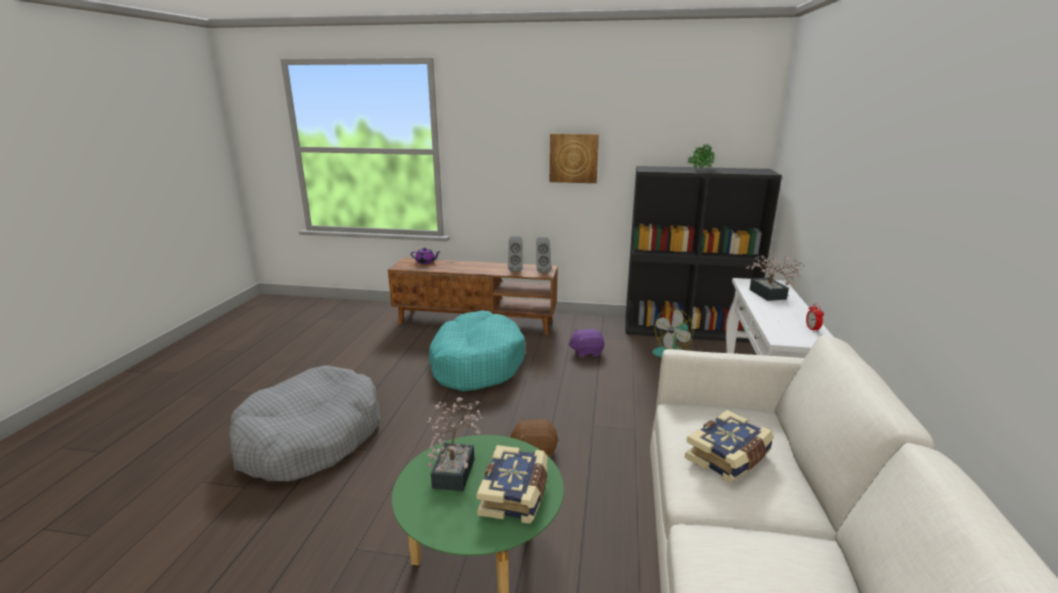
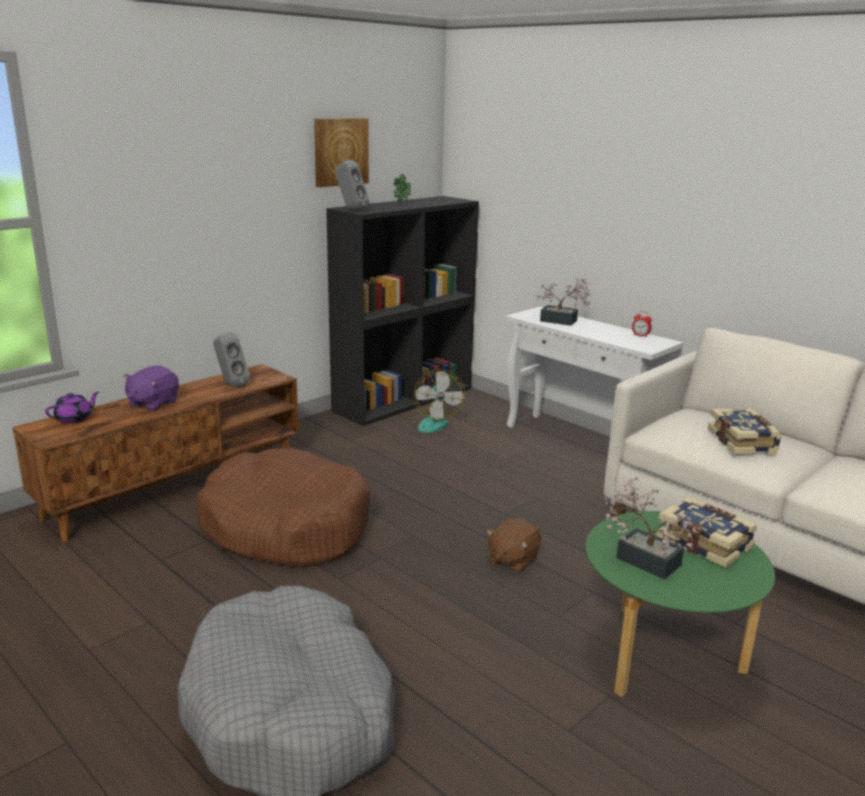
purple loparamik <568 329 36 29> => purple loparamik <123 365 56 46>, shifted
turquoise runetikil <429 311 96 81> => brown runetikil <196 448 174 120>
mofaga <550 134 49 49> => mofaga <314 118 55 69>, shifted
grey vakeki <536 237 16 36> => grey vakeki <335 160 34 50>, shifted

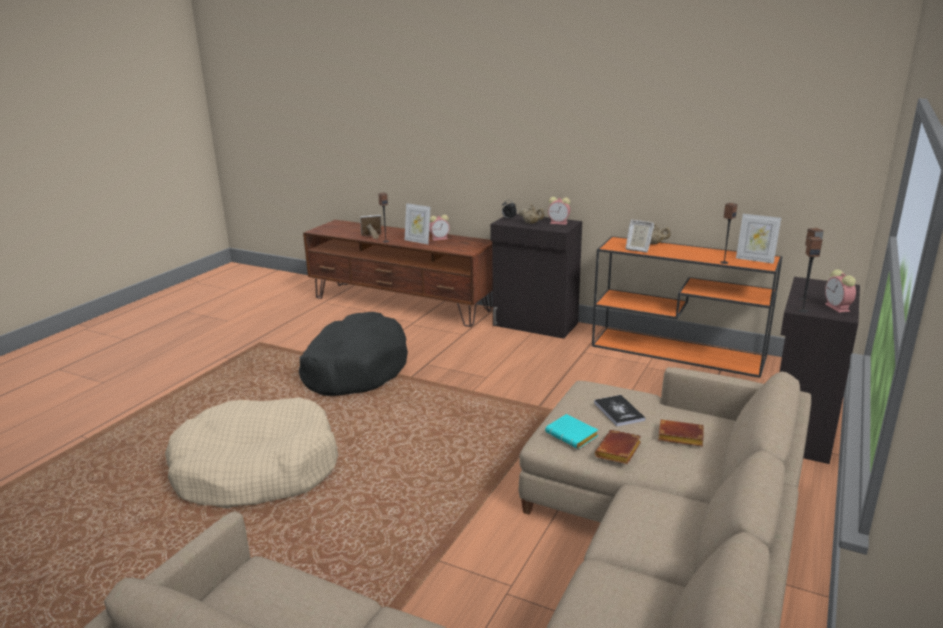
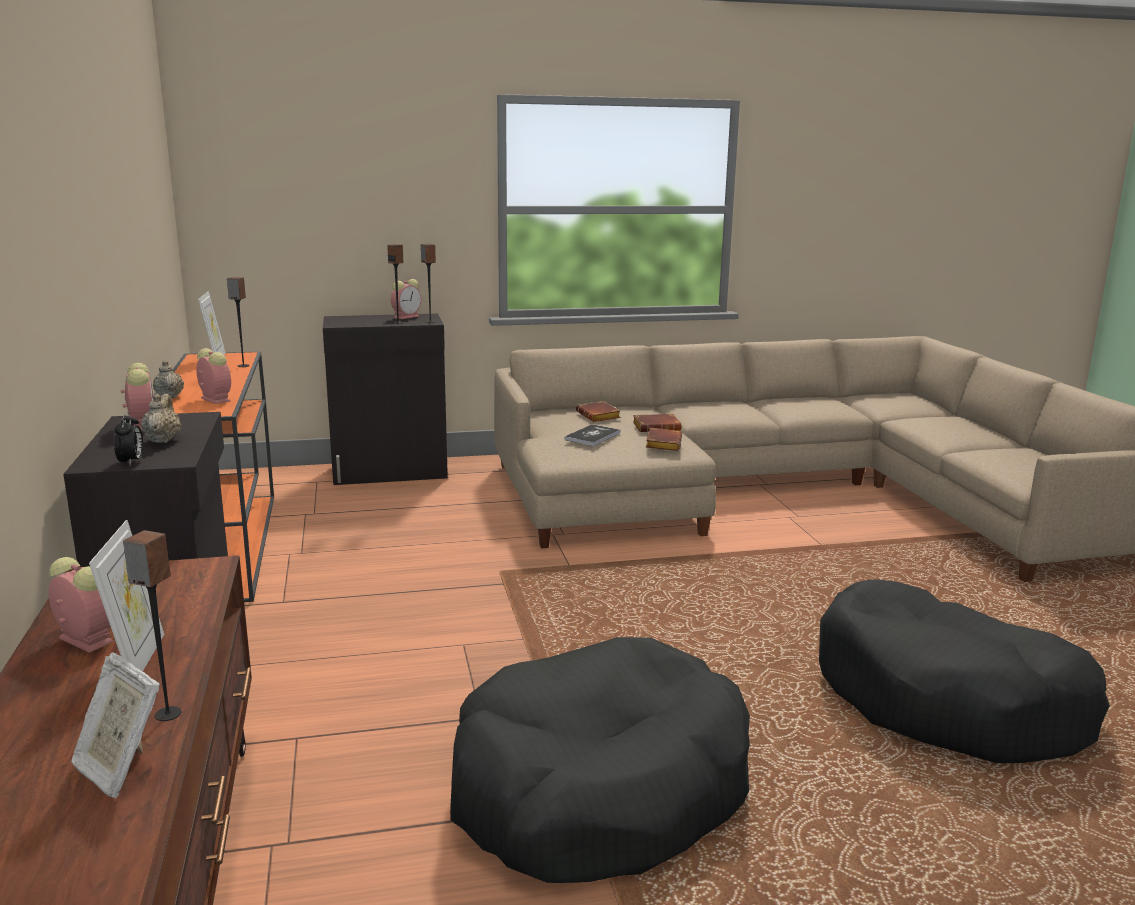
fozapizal <626 220 28 33> => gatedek <196 348 35 56>
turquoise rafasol <545 414 53 35> => brown rafasol <646 428 36 23>
beige runetikil <165 397 173 111> => black runetikil <819 579 291 184>

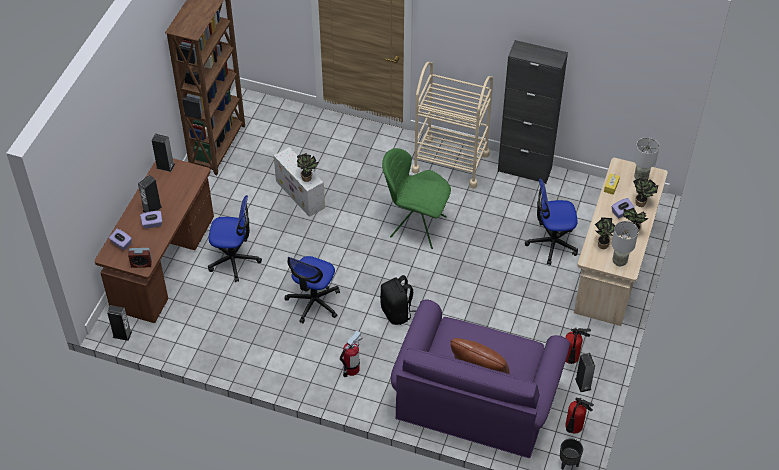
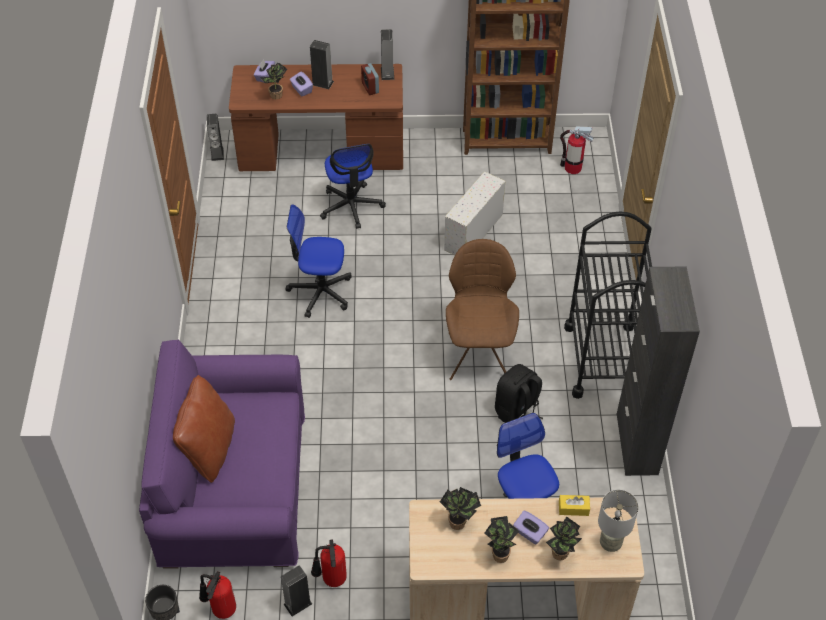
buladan <297 153 22 29> => buladan <260 63 27 36>, shifted
gatedek <128 248 24 20> => gatedek <361 63 18 32>, shifted
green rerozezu <382 148 69 101> => brown rerozezu <446 239 73 141>
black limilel <380 275 36 50> => black limilel <495 364 48 59>, shifted
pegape <340 330 22 47> => pegape <560 126 33 48>, shifted
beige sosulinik <412 62 81 126> => black sosulinik <564 212 88 187>
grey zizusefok <612 221 26 45> => nothing

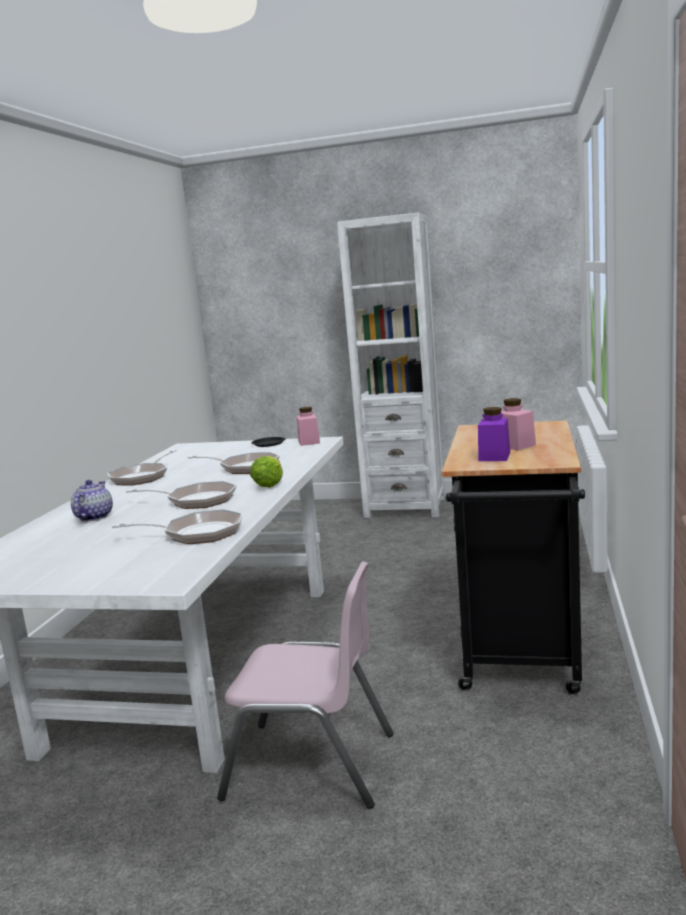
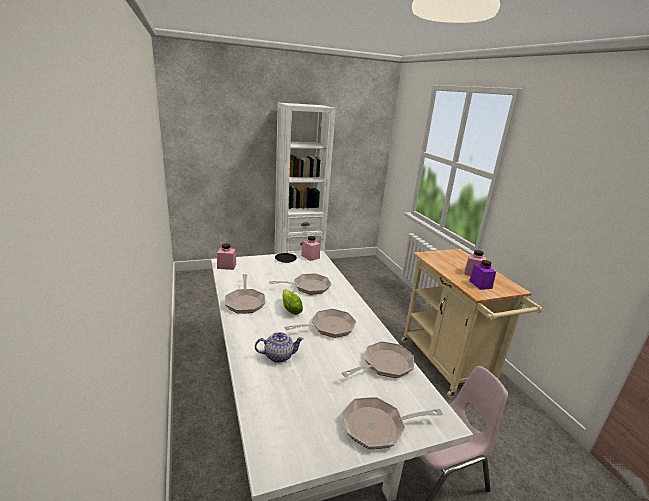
nothing => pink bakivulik <217 243 19 27>
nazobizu <71 480 42 42> => nazobizu <255 332 49 31>, 105 degrees clockwise
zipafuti <250 456 33 32> => zipafuti <282 289 21 26>, shifted
nothing => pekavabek <342 397 101 52>
black sosulinik <442 420 143 274> => beige sosulinik <401 249 141 149>

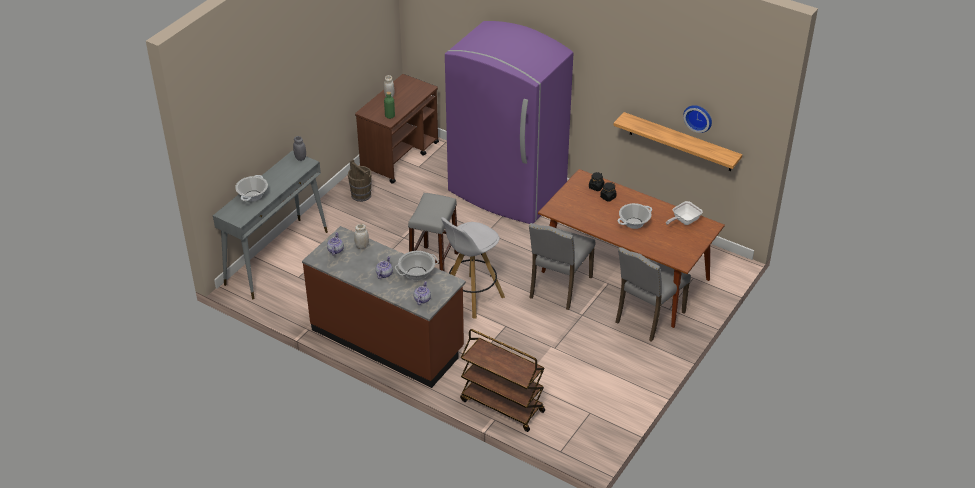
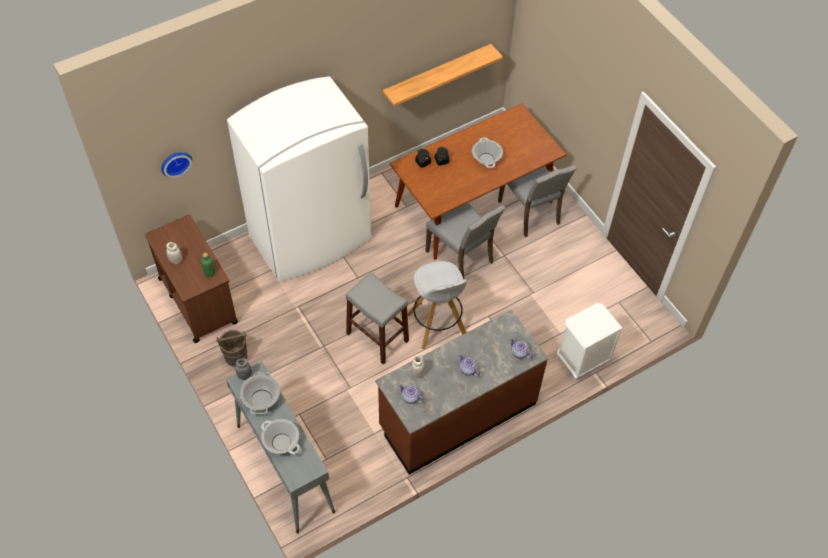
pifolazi <683 105 29 28> => pifolazi <161 152 31 26>, shifted
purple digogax <445 21 129 203> => white digogax <227 76 144 206>
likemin <395 251 44 29> => likemin <240 372 40 42>, shifted
brown sosulinik <460 329 85 103> => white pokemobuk <557 303 66 77>
pekavabek <666 201 37 24> => nothing

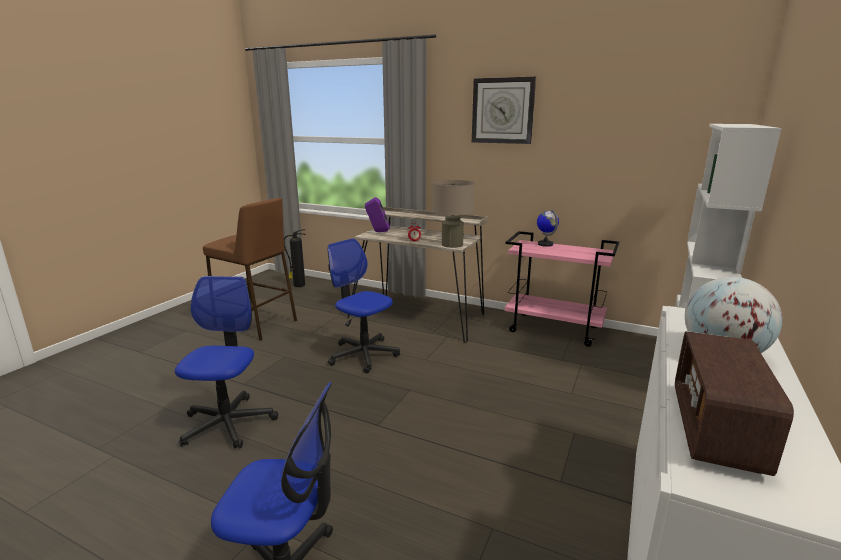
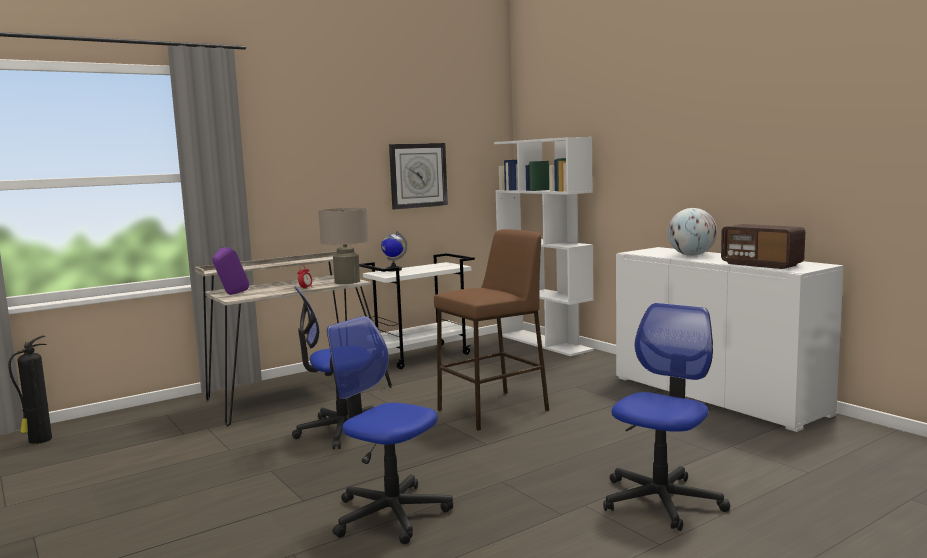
pink sosulinik <505 231 114 116> => white sosulinik <359 253 116 116>
pifolazi <472 77 64 67> => pifolazi <389 143 59 66>, shifted
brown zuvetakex <203 198 94 143> => brown zuvetakex <434 229 115 201>, shifted

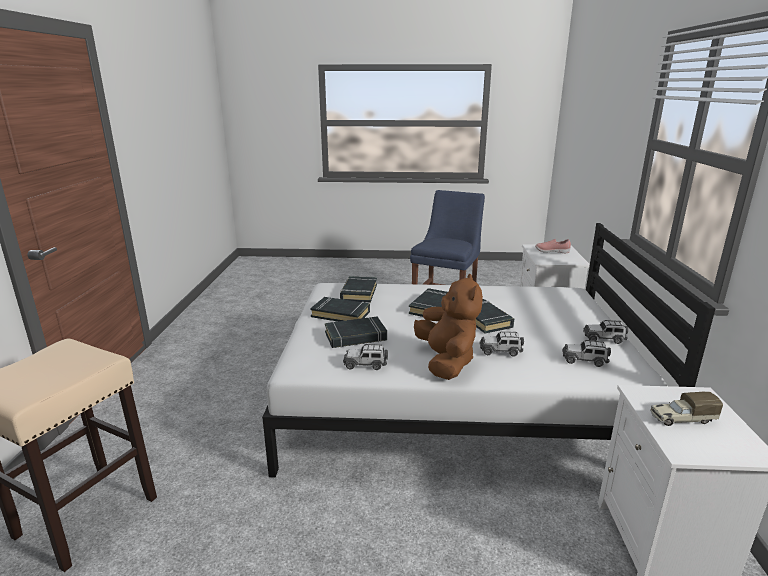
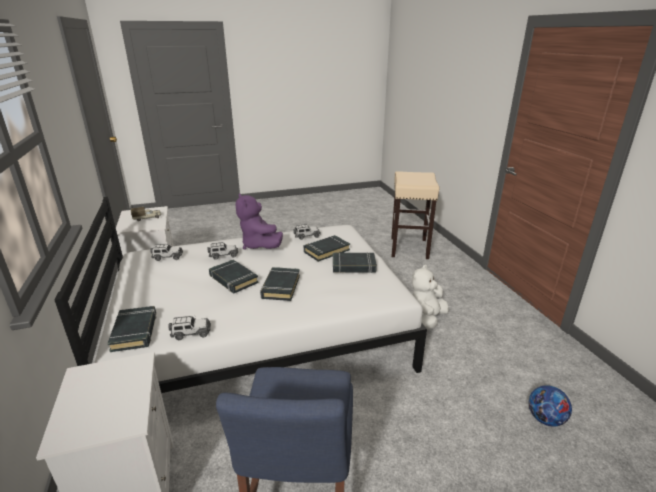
black rafasol <340 276 37 27> => black rafasol <107 306 49 46>, shifted
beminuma <583 320 45 24> => beminuma <168 316 43 24>, shifted
brown loparamik <414 274 69 106> => purple loparamik <235 193 48 57>
nothing => white loparamik <412 265 37 65>
nothing => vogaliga <529 385 43 42>
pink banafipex <535 239 36 14> => nothing

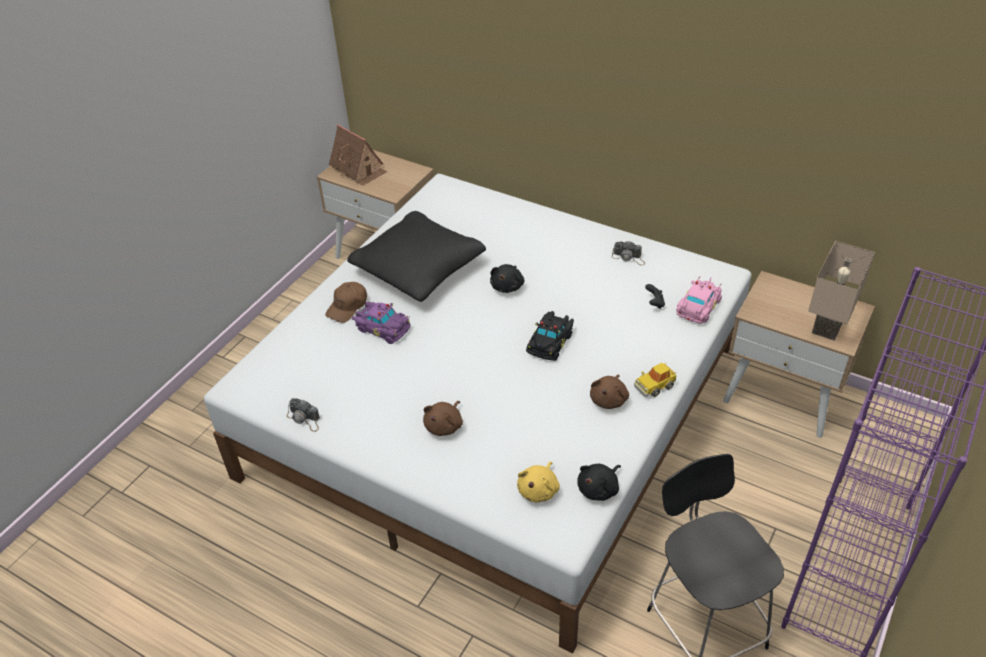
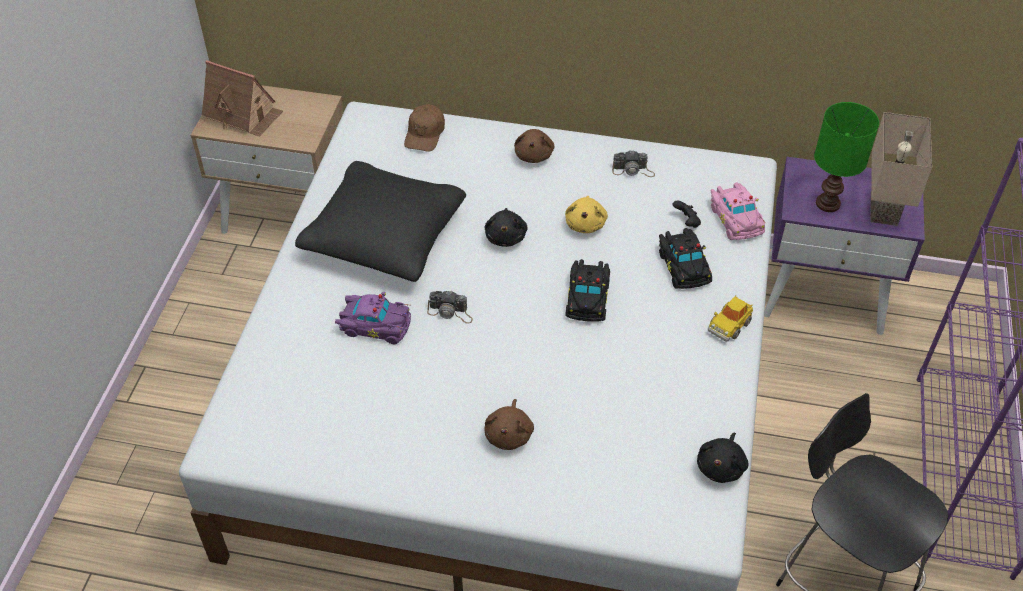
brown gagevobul <325 282 42 41> => brown gagevobul <404 104 41 48>, shifted
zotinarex <287 398 33 34> => zotinarex <427 290 46 34>, shifted
brown loparamik <590 375 39 34> => brown loparamik <514 129 40 34>, shifted
yellow loparamik <517 462 43 40> => yellow loparamik <565 196 43 37>, shifted
nothing => black beminuma <659 228 53 61>
pink beminuma <676 276 46 48> => pink beminuma <711 182 55 58>, 150 degrees clockwise
beige pokemobuk <723 271 152 167> => purple pokemobuk <764 157 161 178>
nothing => green zizusefok <814 102 65 110>

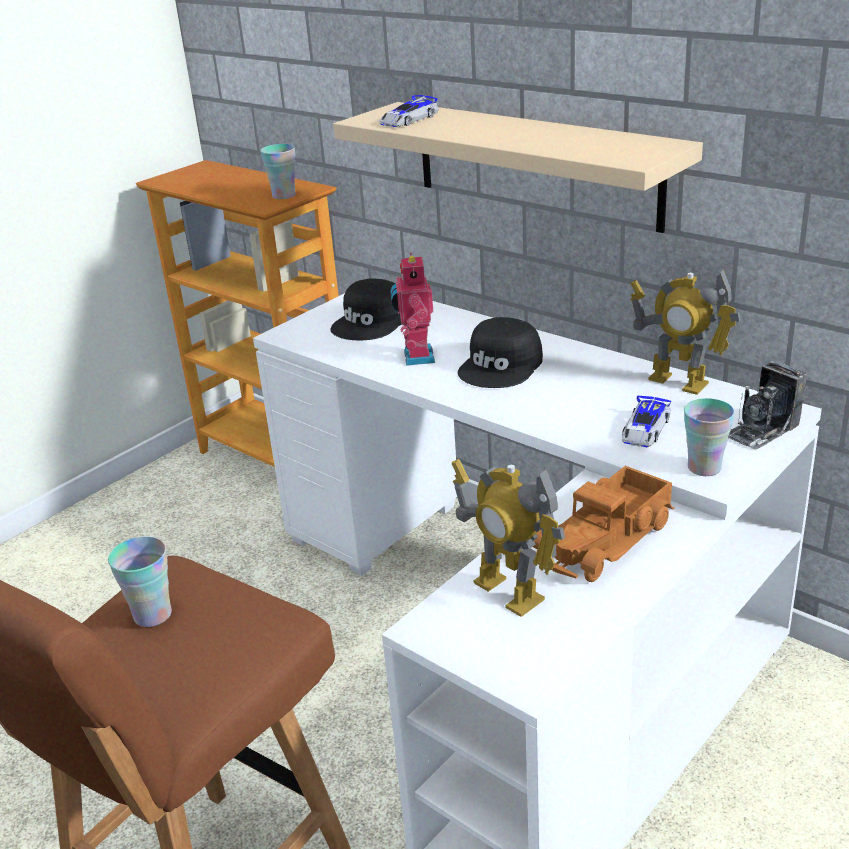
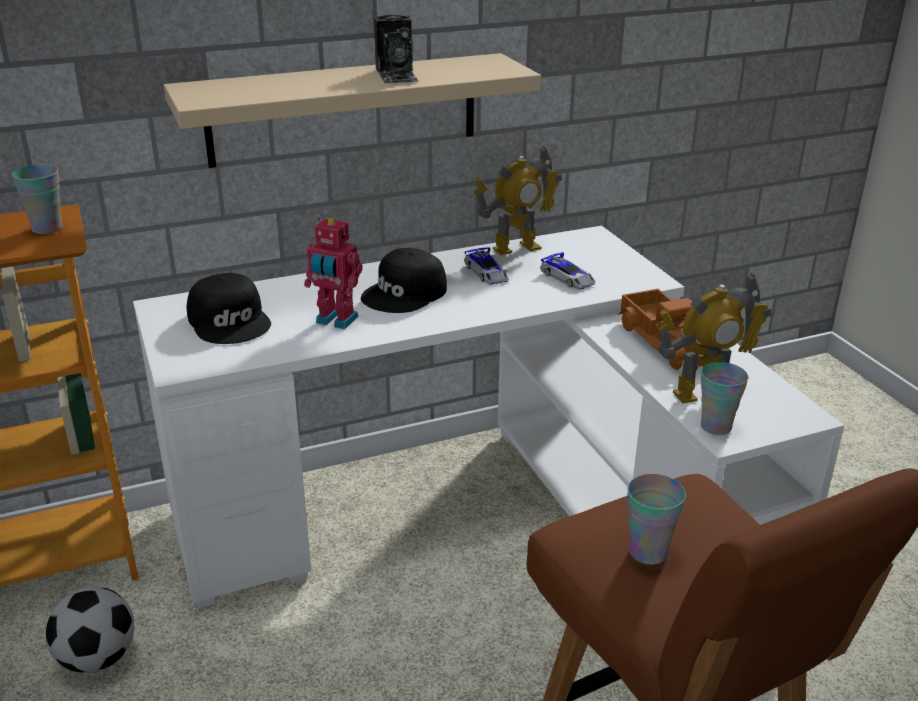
nothing => vogaliga <46 587 88 86>
black gagevobul <458 317 85 71> => black gagevobul <361 248 86 65>, 75 degrees clockwise
zotinarex <728 361 79 89> => zotinarex <374 14 45 69>, shifted
beminuma <380 95 59 32> => beminuma <464 247 45 38>, shifted
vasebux <684 398 51 78> => vasebux <701 362 48 73>, shifted

